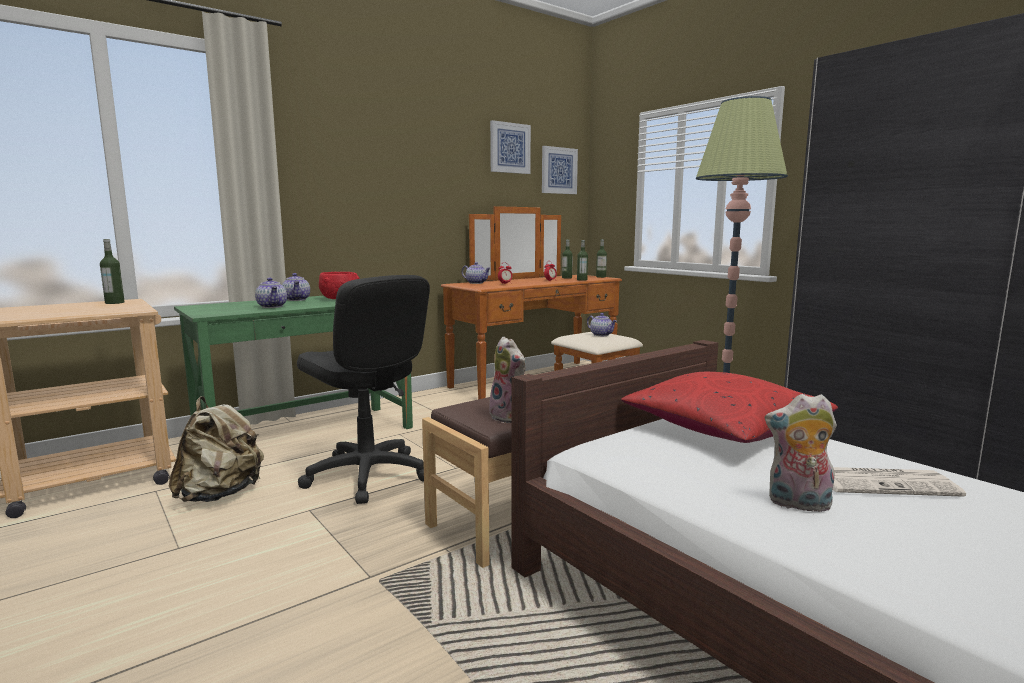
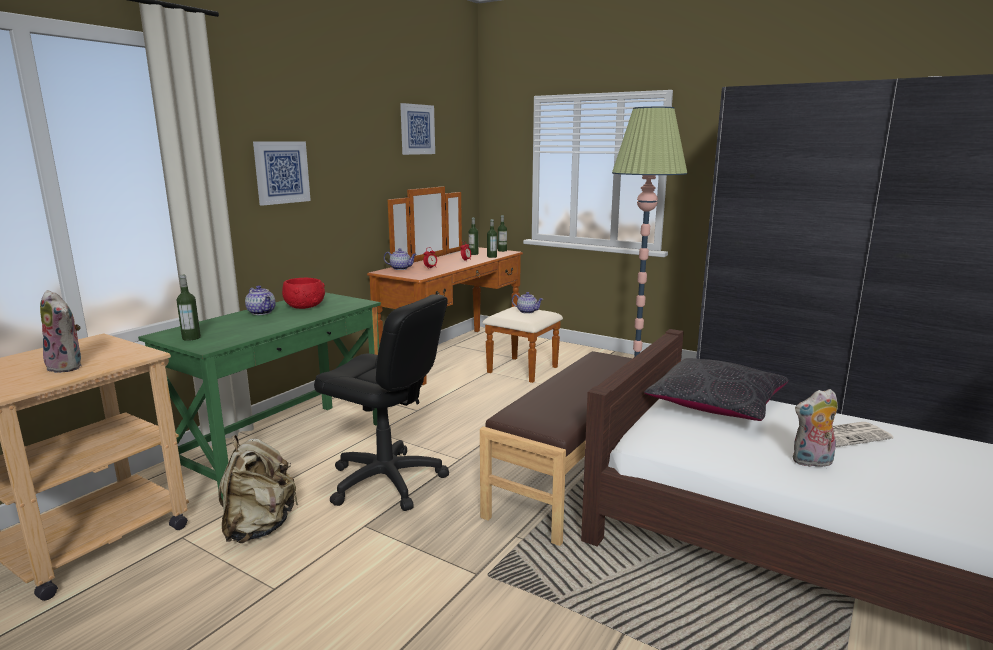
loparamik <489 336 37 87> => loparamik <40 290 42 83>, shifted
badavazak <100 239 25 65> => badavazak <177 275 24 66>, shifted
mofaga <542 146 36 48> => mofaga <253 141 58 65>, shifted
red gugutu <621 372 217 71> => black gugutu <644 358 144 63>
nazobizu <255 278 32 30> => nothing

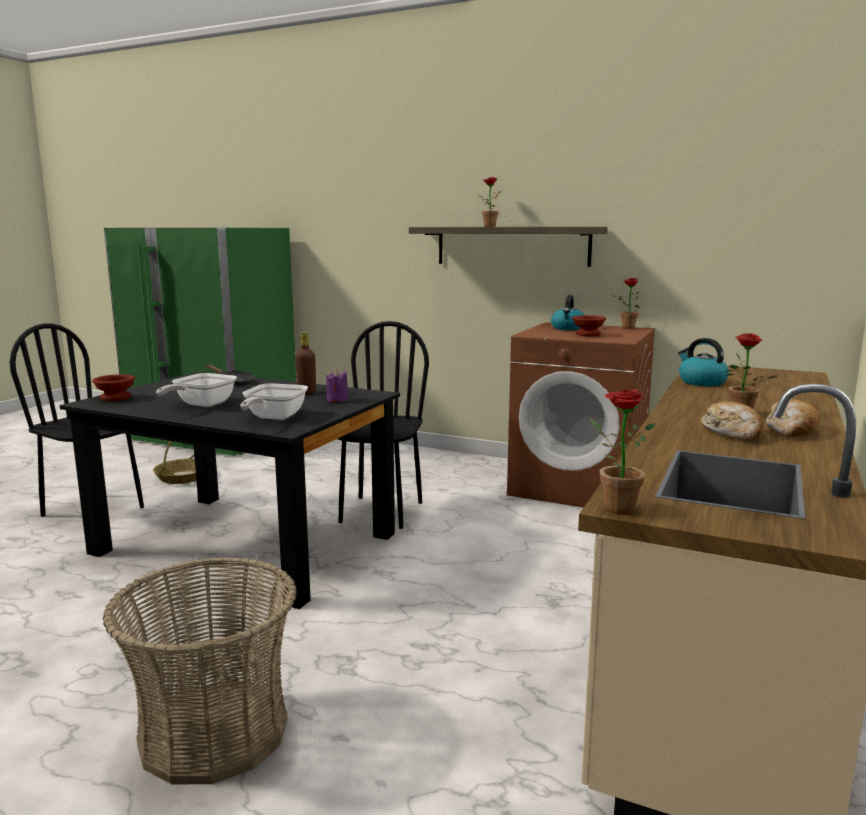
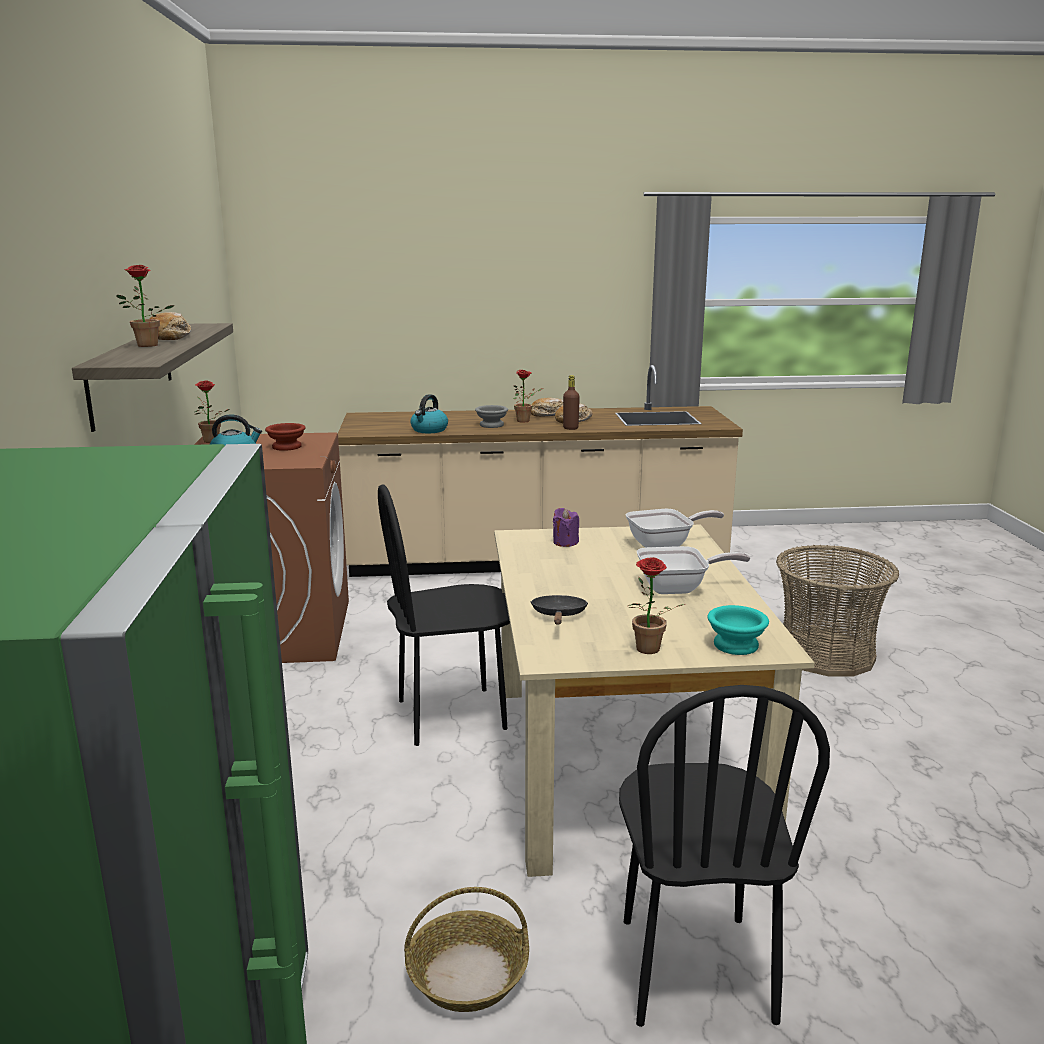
nothing => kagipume <149 312 42 28>
nothing => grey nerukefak <475 405 33 23>
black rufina <60 372 340 237> => beige rufina <494 524 321 353>
brown badavazak <295 332 21 62> => brown badavazak <563 375 17 55>, shifted
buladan <590 389 66 126> => buladan <628 557 56 97>, shifted
brown nerukefak <92 374 43 27> => turquoise nerukefak <708 605 61 50>

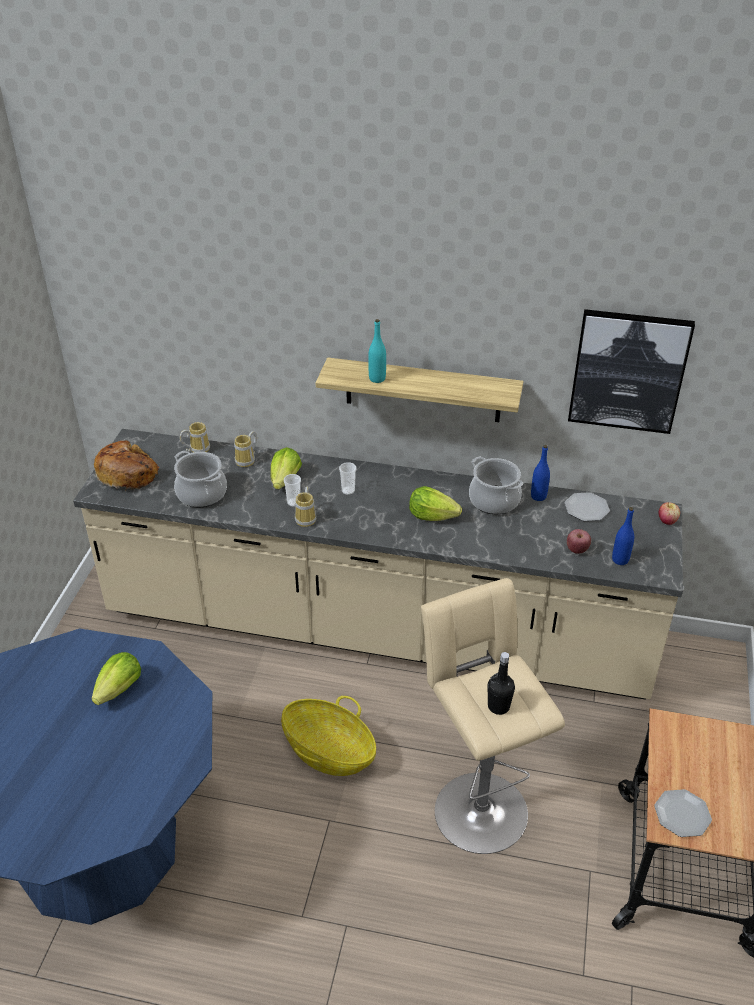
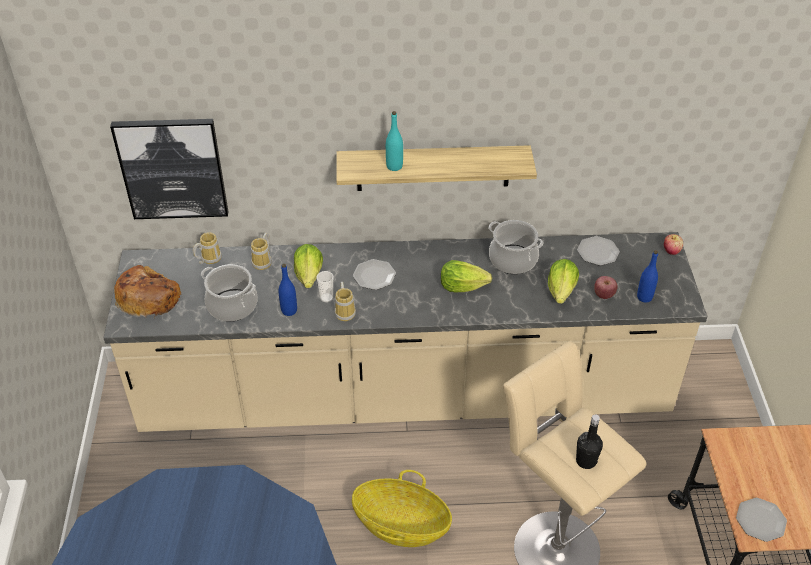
mofaga <568 309 127 125> => mofaga <110 119 118 100>, shifted
blue badavazak <531 445 19 56> => blue badavazak <278 264 19 52>, shifted
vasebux <339 462 17 33> => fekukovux <353 259 43 31>
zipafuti <92 652 49 53> => zipafuti <548 259 31 45>, shifted

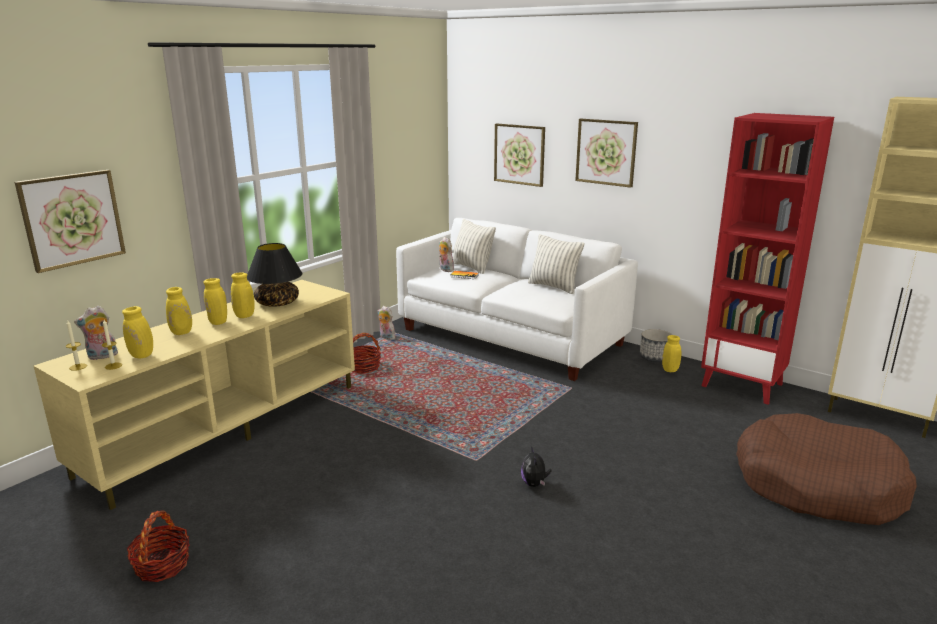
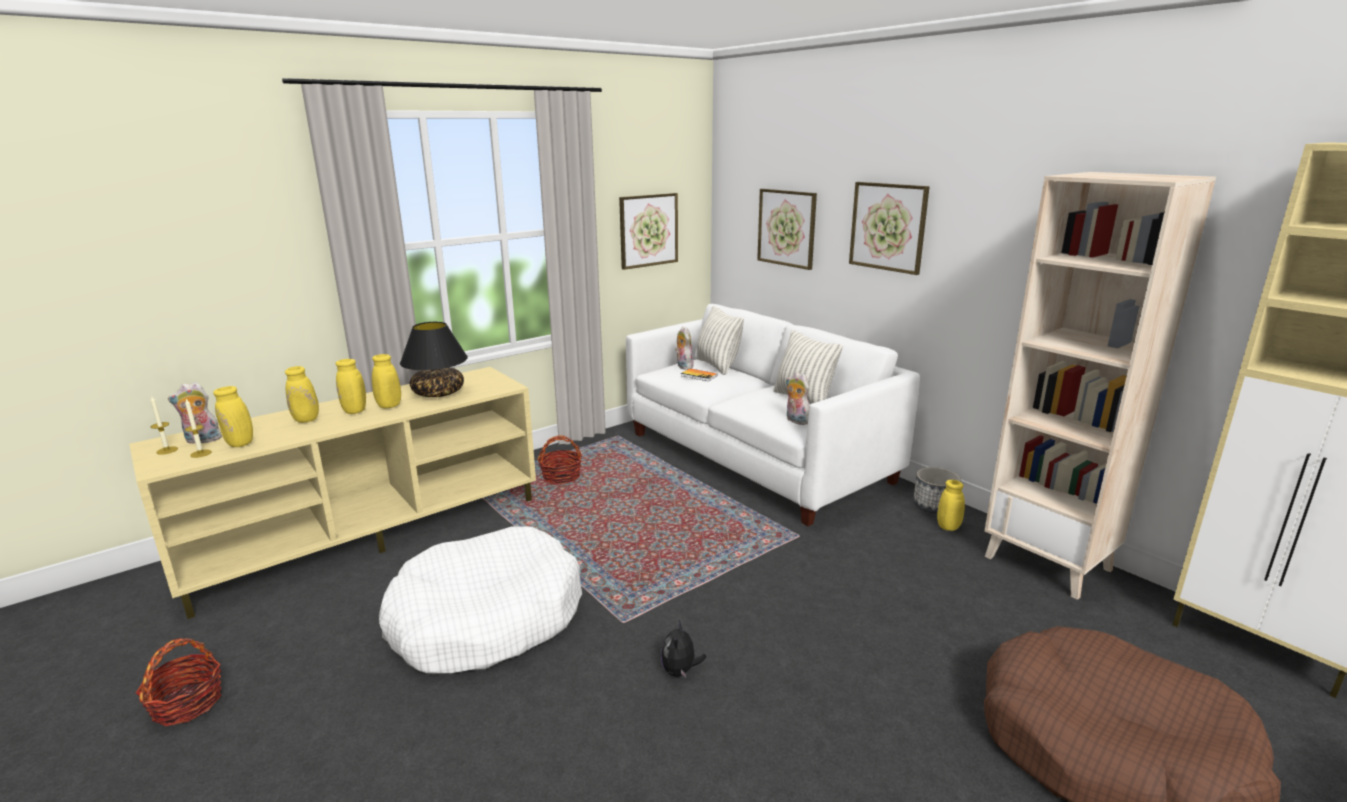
nothing => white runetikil <379 526 203 148>
mofaga <15 170 111 103> => mofaga <619 193 59 77>, shifted
loparamik <377 306 18 34> => loparamik <786 372 24 53>, shifted
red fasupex <701 113 133 292> => beige fasupex <984 172 232 428>

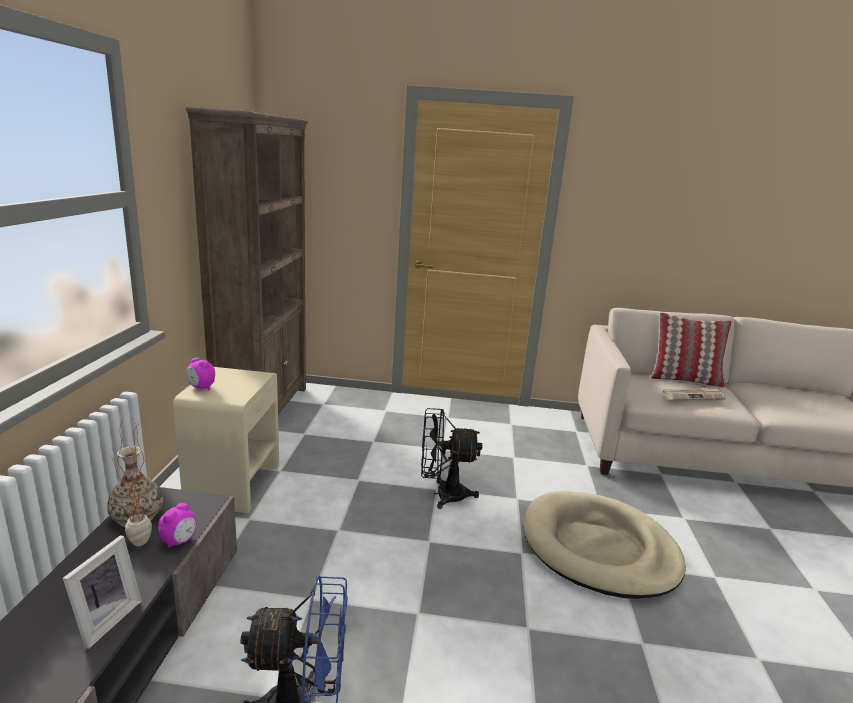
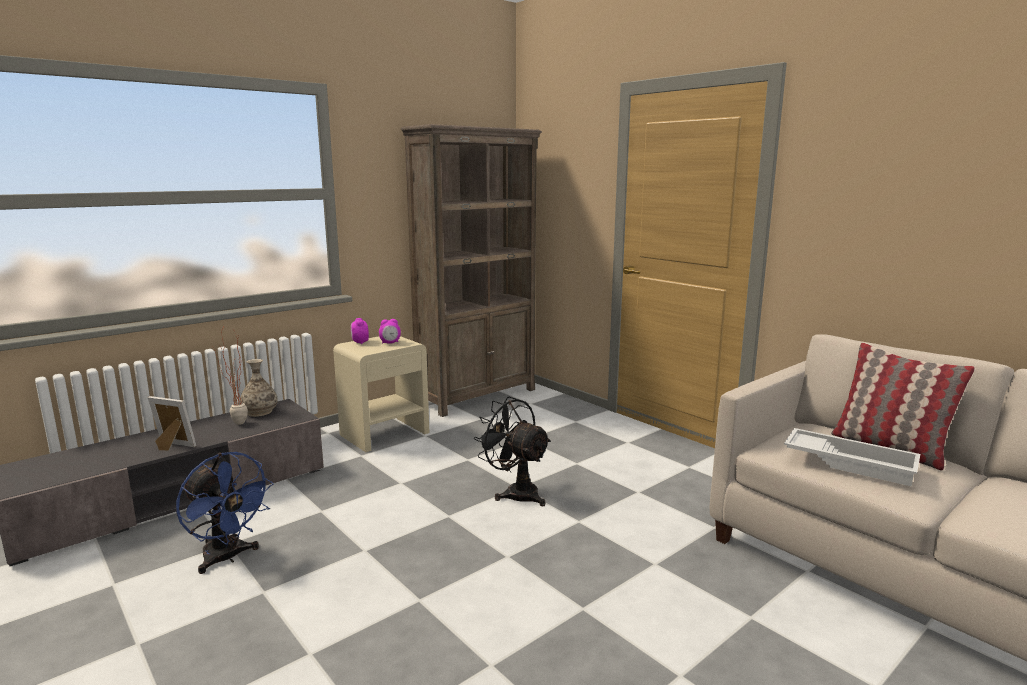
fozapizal <63 535 79 114> => fozapizal <148 396 48 54>, 135 degrees counterclockwise
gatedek <158 503 38 45> => gatedek <379 319 22 25>, shifted
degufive <663 387 63 13> => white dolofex <784 428 136 59>
beige runetikil <524 491 162 108> => nothing

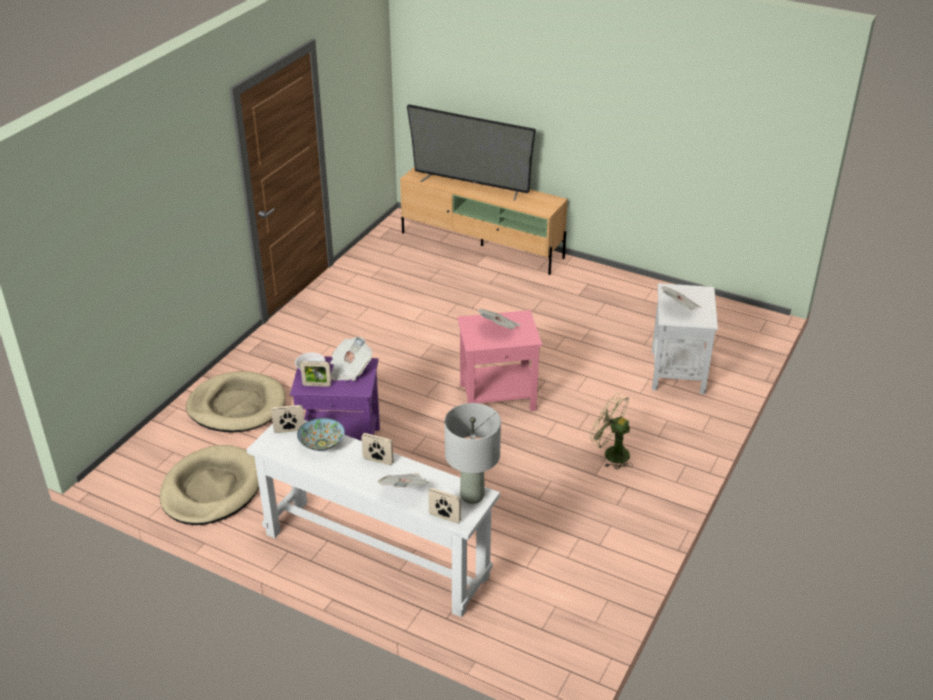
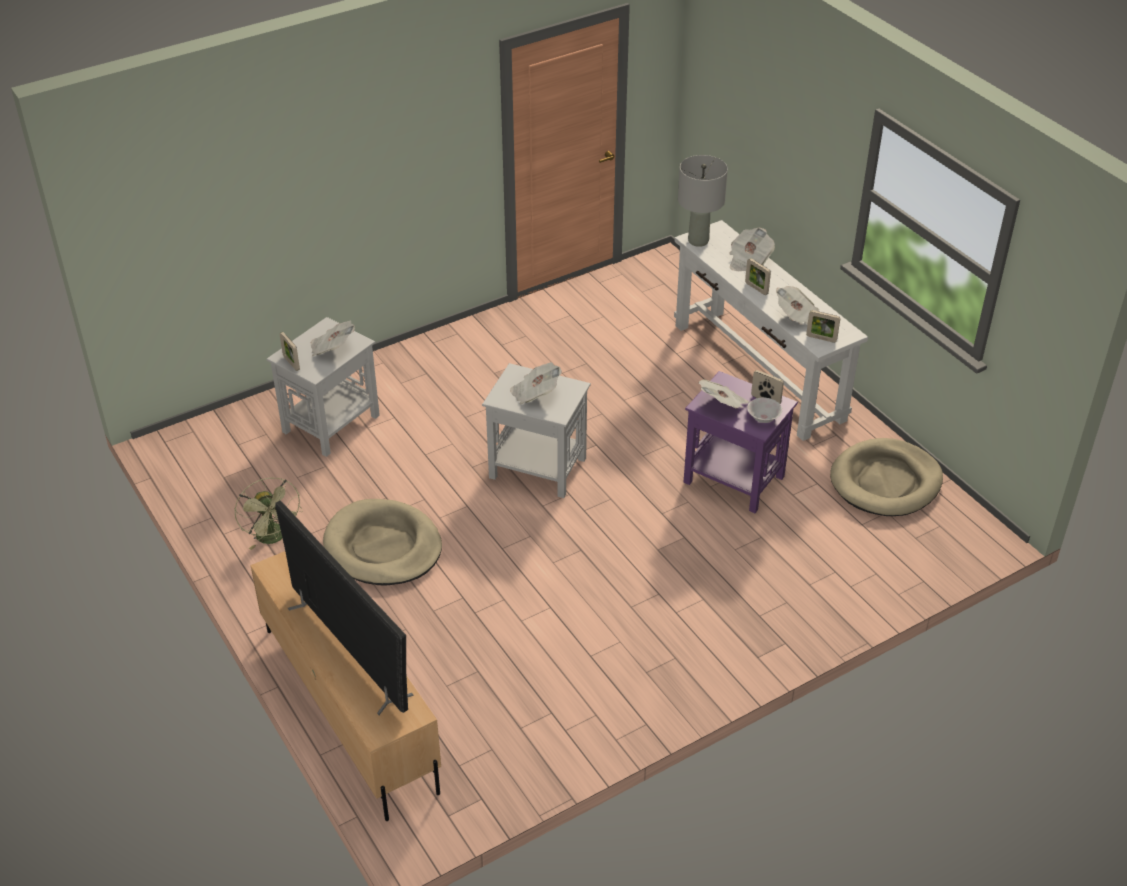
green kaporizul <590 393 43 77> => green kaporizul <235 477 68 73>, shifted
fozapizal <428 488 33 35> => fozapizal <279 332 21 39>, shifted
beige runetikil <186 371 100 62> => beige runetikil <323 499 119 86>, shifted
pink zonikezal <457 310 85 101> => white zonikezal <482 363 109 135>
nerukefak <297 418 48 33> => degufive <776 286 43 39>

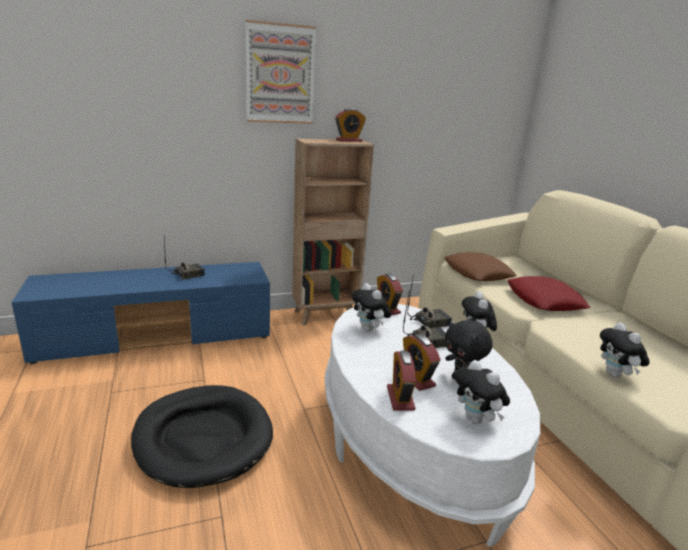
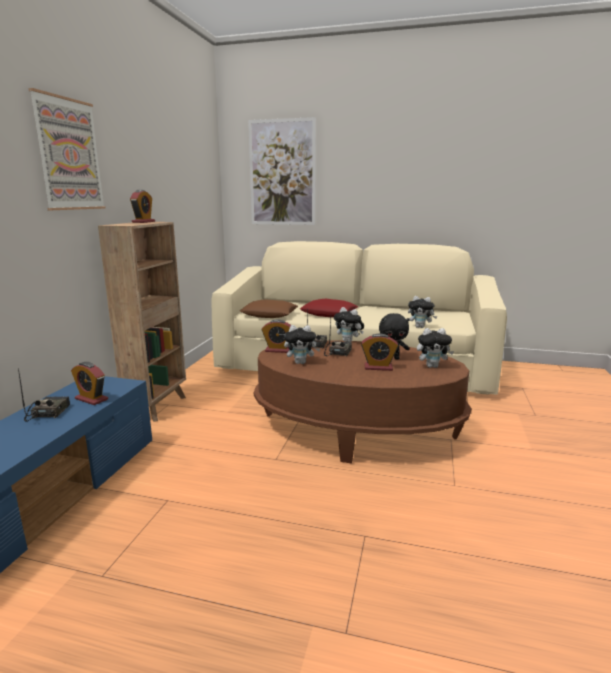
gatedek <387 350 29 61> => gatedek <71 362 37 43>, shifted
nothing => mofaga <248 117 68 108>
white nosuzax <325 304 215 243> => brown nosuzax <254 340 217 123>
black runetikil <131 385 142 103> => nothing

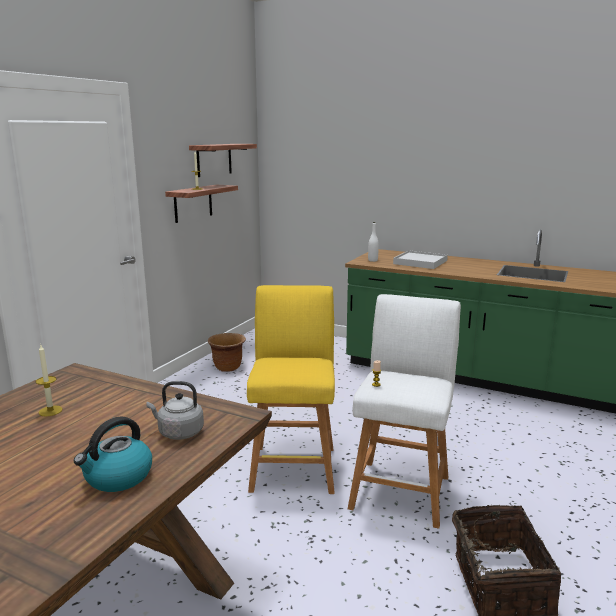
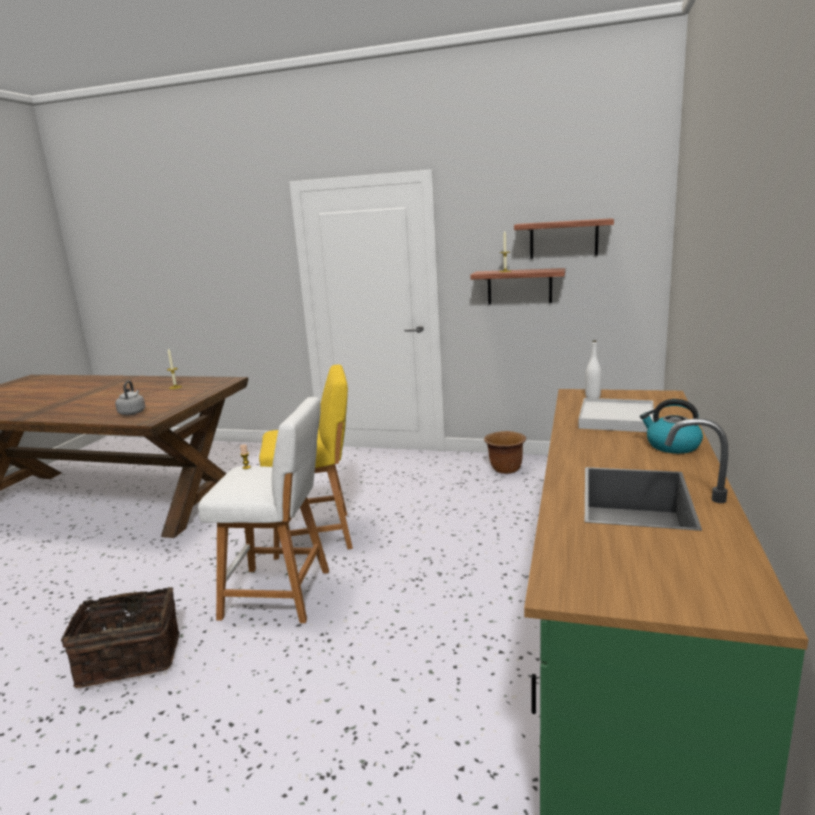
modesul <74 417 78 75> => modesul <640 399 63 55>, shifted

